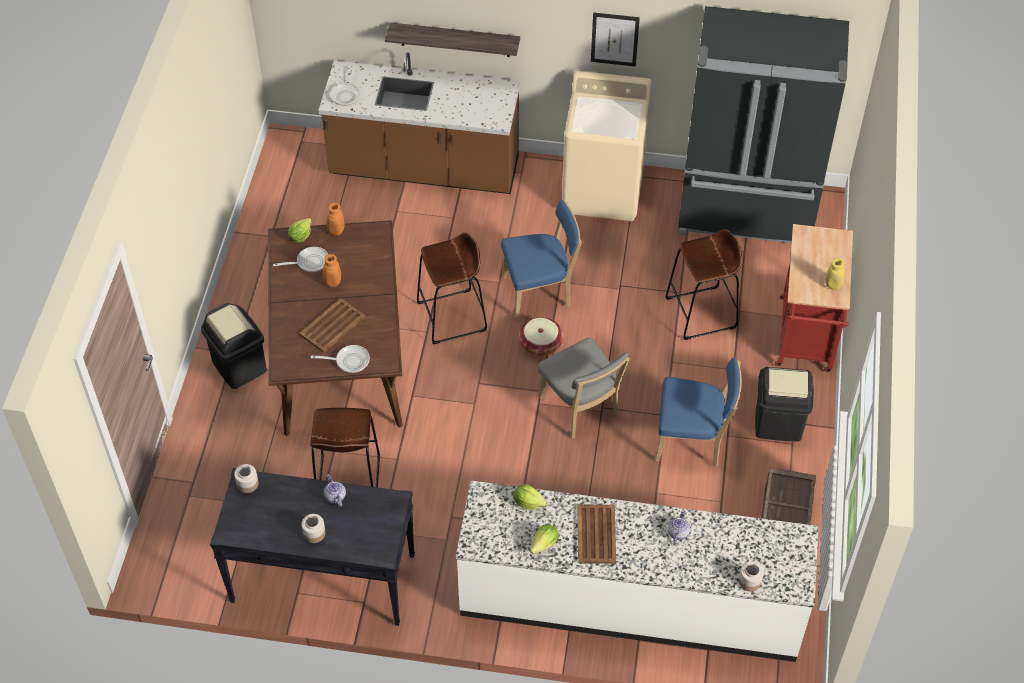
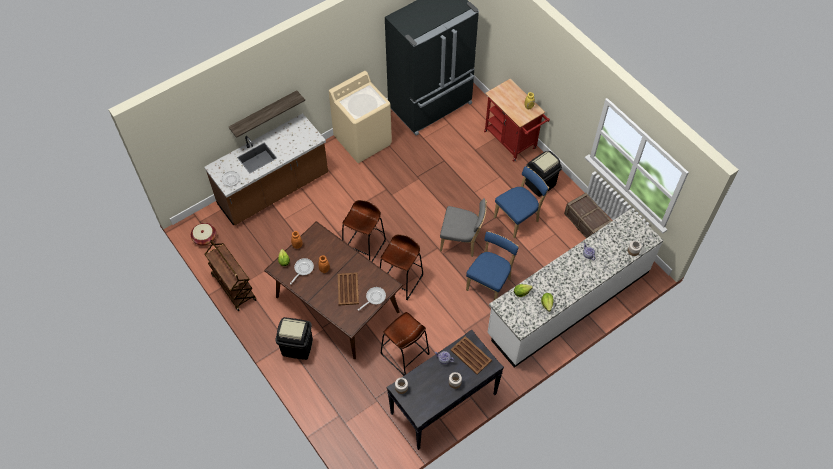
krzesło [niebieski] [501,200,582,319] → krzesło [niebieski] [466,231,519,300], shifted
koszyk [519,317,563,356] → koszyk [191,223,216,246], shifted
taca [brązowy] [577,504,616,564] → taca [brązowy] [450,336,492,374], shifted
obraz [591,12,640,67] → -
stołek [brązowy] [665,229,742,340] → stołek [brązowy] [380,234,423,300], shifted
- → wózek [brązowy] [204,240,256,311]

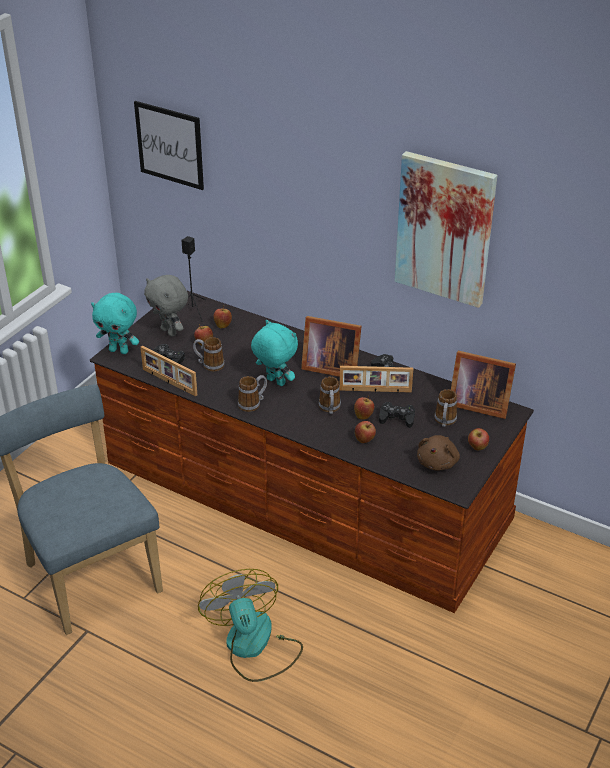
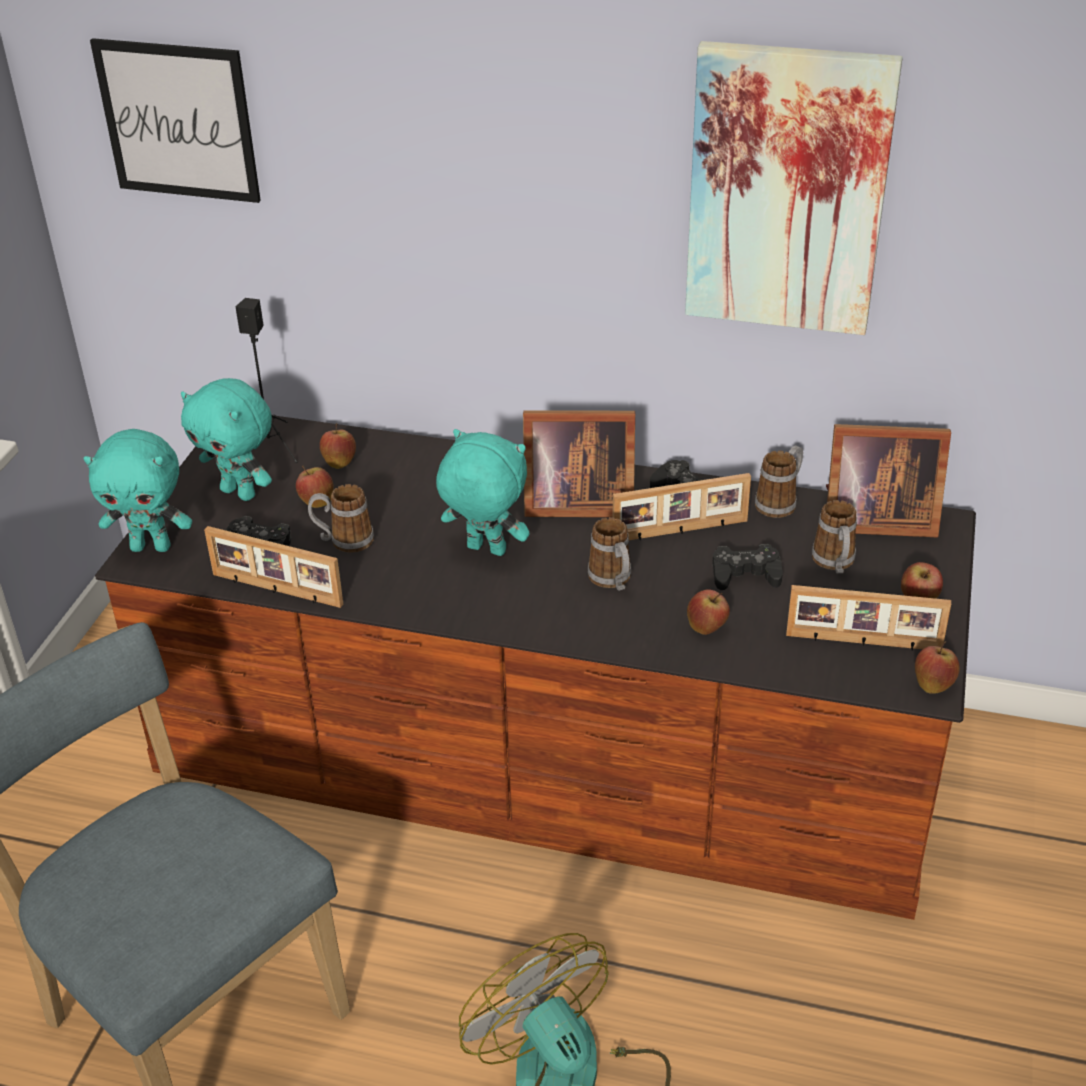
pluszak [szary] [144,275,188,337] → pluszak [turkusowy] [181,378,272,501]
kubek [238,375,267,412] → kubek [755,445,803,518], shifted
jabłko [354,396,374,419] → jabłko [915,641,960,694], shifted
pluszak [brązowy] [417,435,460,471] → ramka na zdjęcie [786,585,951,650]

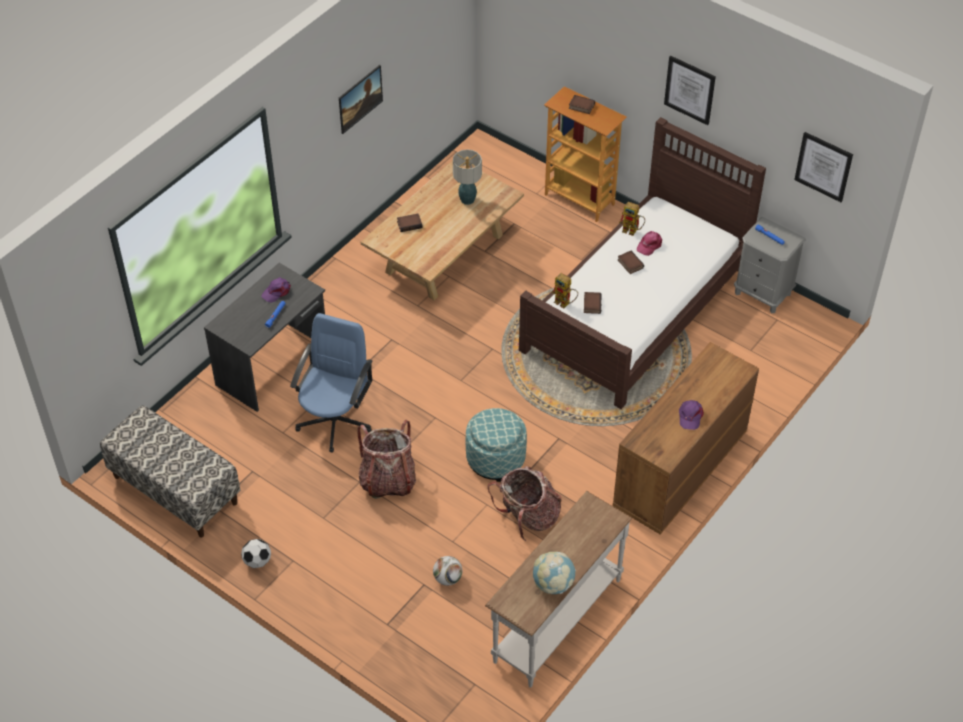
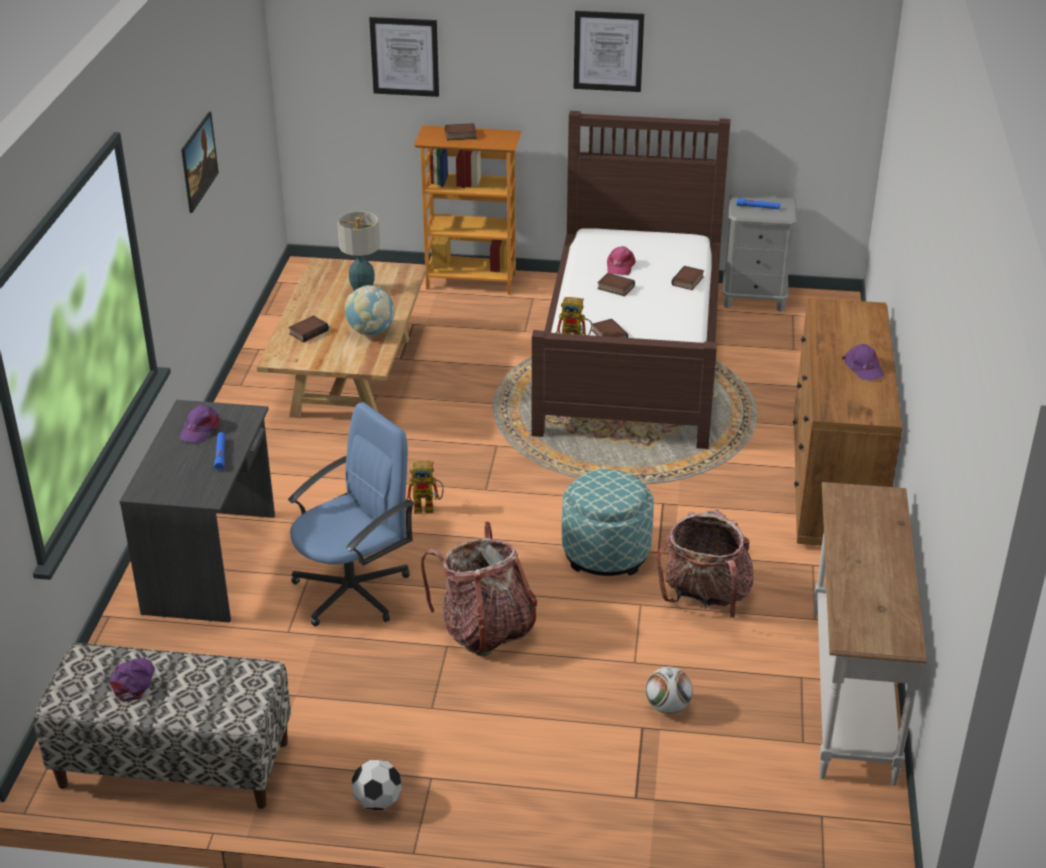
krzesło biurowe [niebieski] [290,313,373,453] → krzesło biurowe [niebieski] [288,402,414,627], 60 degrees clockwise
globus [533,552,576,594] → globus [344,285,395,335], shifted
robot zabawkowy [619,202,645,236] → robot zabawkowy [406,461,443,514], shifted
obraz [794,132,853,202] → obraz [369,17,439,97], shifted
- → czapka z daszkiem [fioletowy] [109,658,155,702]
- → książka [672,266,704,290]

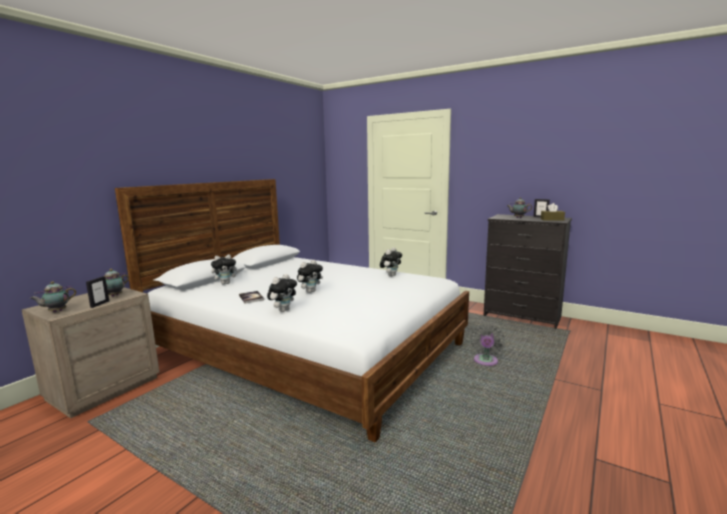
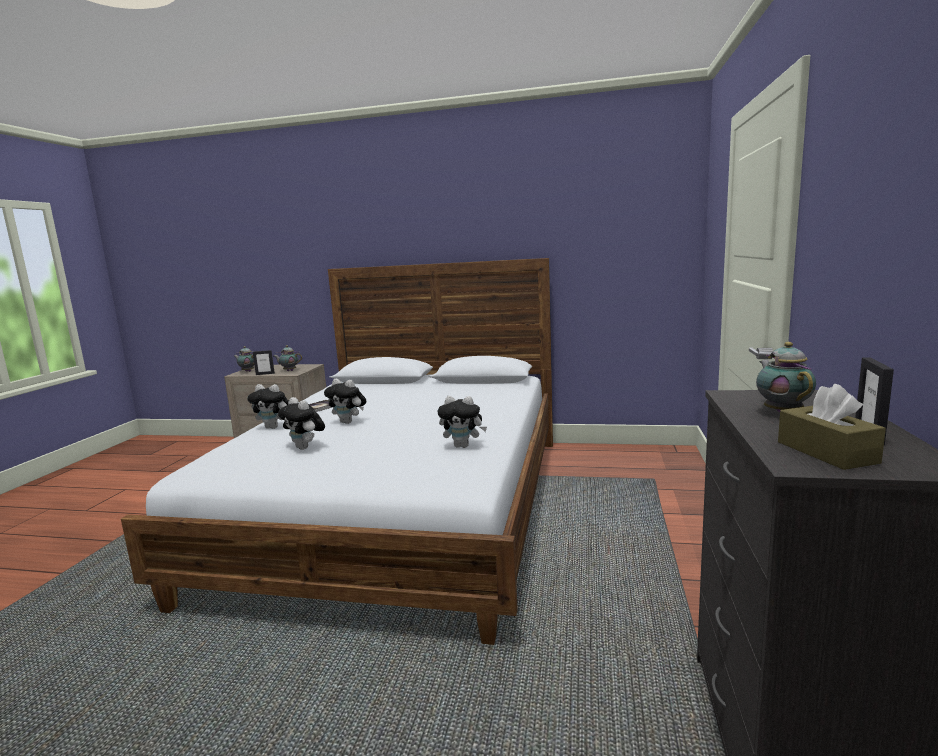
pluszak [211,255,240,285] → pluszak [278,397,325,450], shifted
wentylator [szary] [470,324,505,366] → -

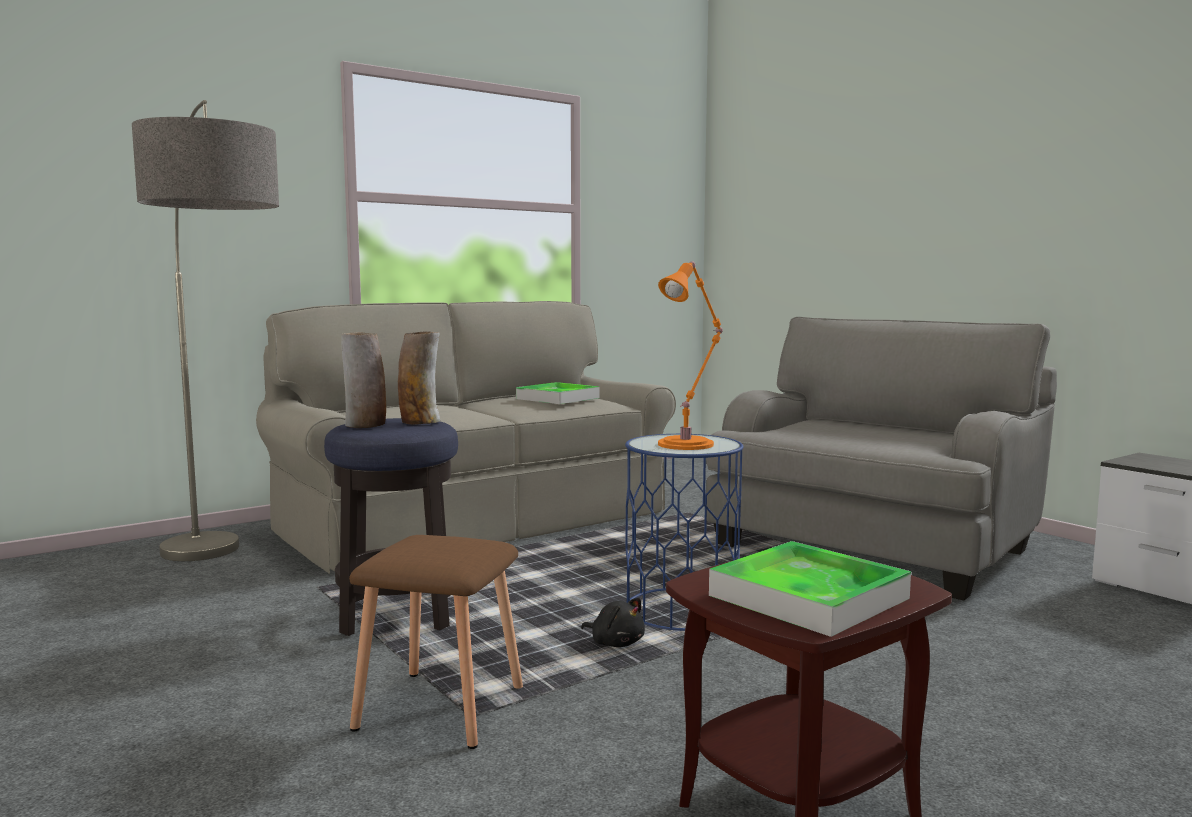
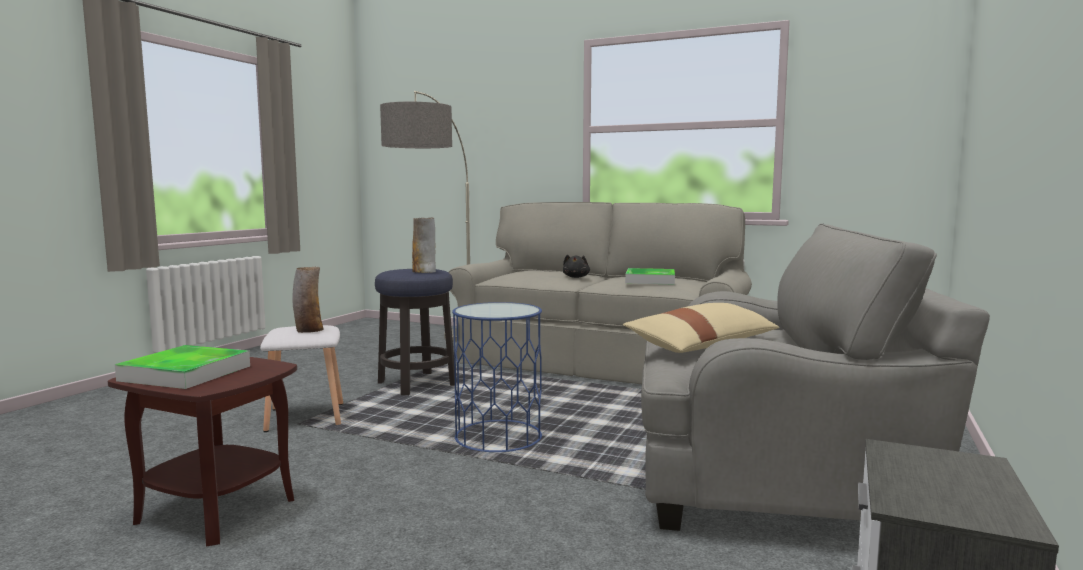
wazon [342,332,386,428] → wazon [293,267,323,333], shifted
stołek [brązowy] [349,535,523,749] → stołek [biały] [260,325,343,432]
pluszak [czarny] [581,598,645,647] → pluszak [czarny] [563,254,590,278], shifted
lampa stołowa [pomarańczowy] [658,261,723,450] → -
- → poduszka [beżowy] [623,303,779,353]

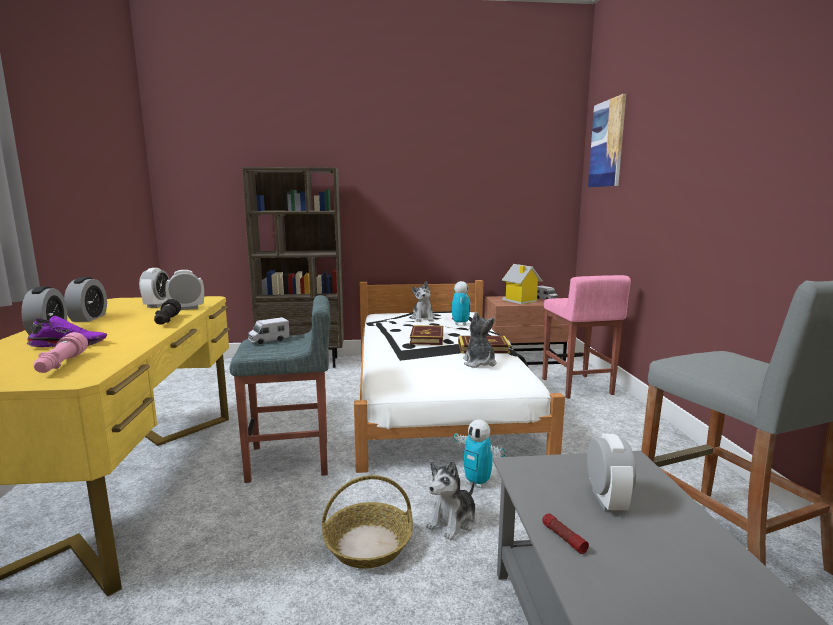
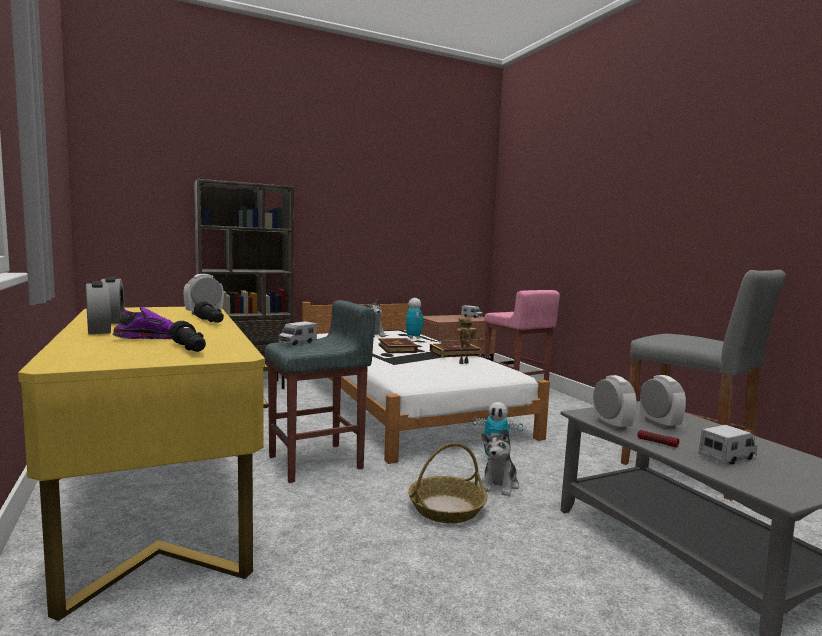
latarka [różowy] [33,332,88,373] → latarka [czarny] [169,321,206,352]
budzik [139,268,170,308] → budzik [593,375,636,431], shifted
pluszak [463,312,496,368] → robot zabawkowy [455,318,477,364]
domek [502,264,542,304] → -
obraz [588,94,626,187] → -
- → ciężarówka zabawkowa [698,425,758,464]

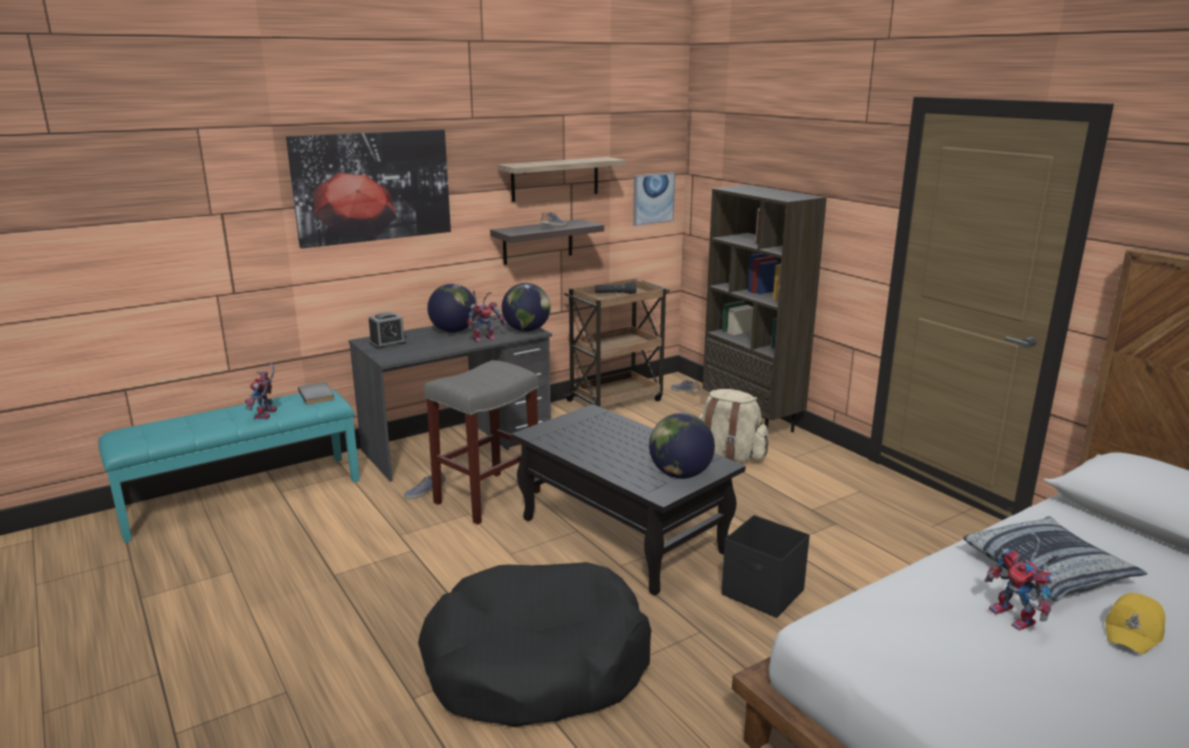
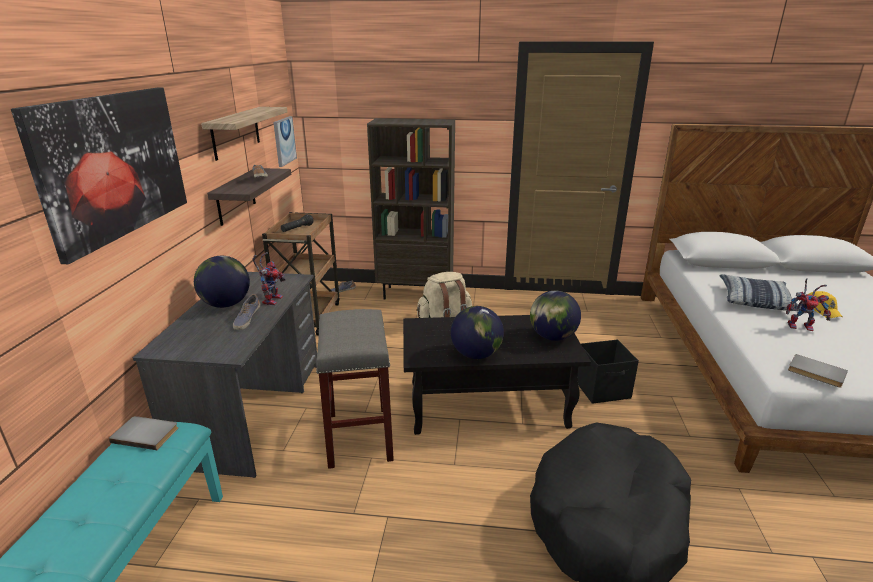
robot zabawkowy [245,361,277,419] → -
budzik [369,312,406,349] → -
but [404,471,447,499] → but [233,294,260,330], shifted
globus [502,283,551,332] → globus [451,306,504,359], shifted
- → książka [szary] [788,354,848,388]

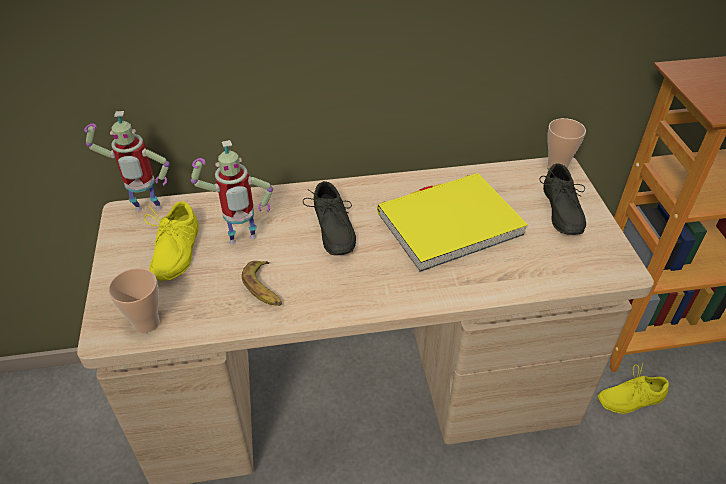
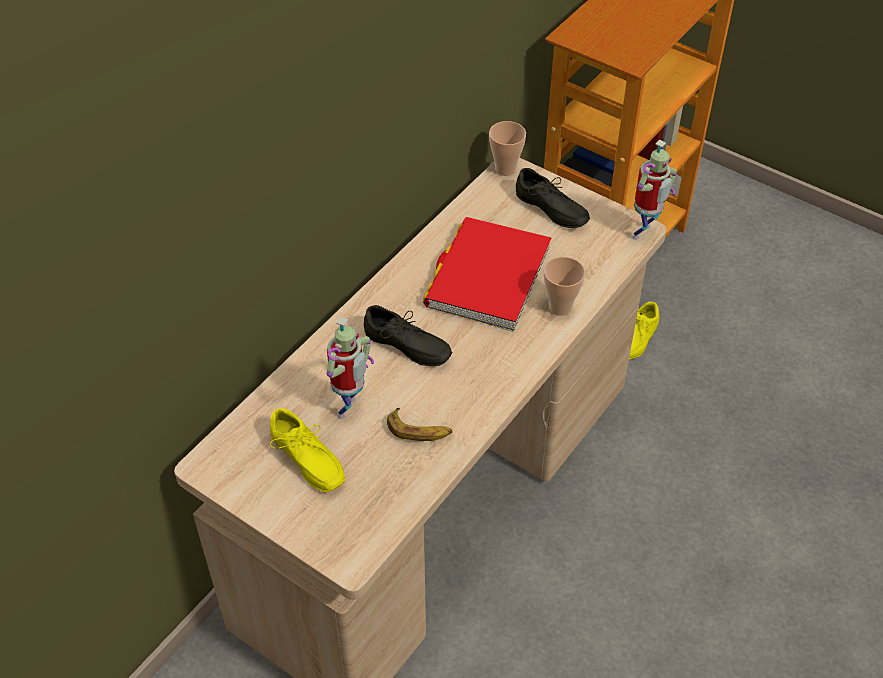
robot zabawkowy [84,111,170,211] → robot zabawkowy [632,140,677,240], shifted
filiżanka [108,268,159,333] → filiżanka [544,257,585,316], shifted
książka [żółty] [377,173,528,272] → książka [czerwony] [423,217,551,332]

